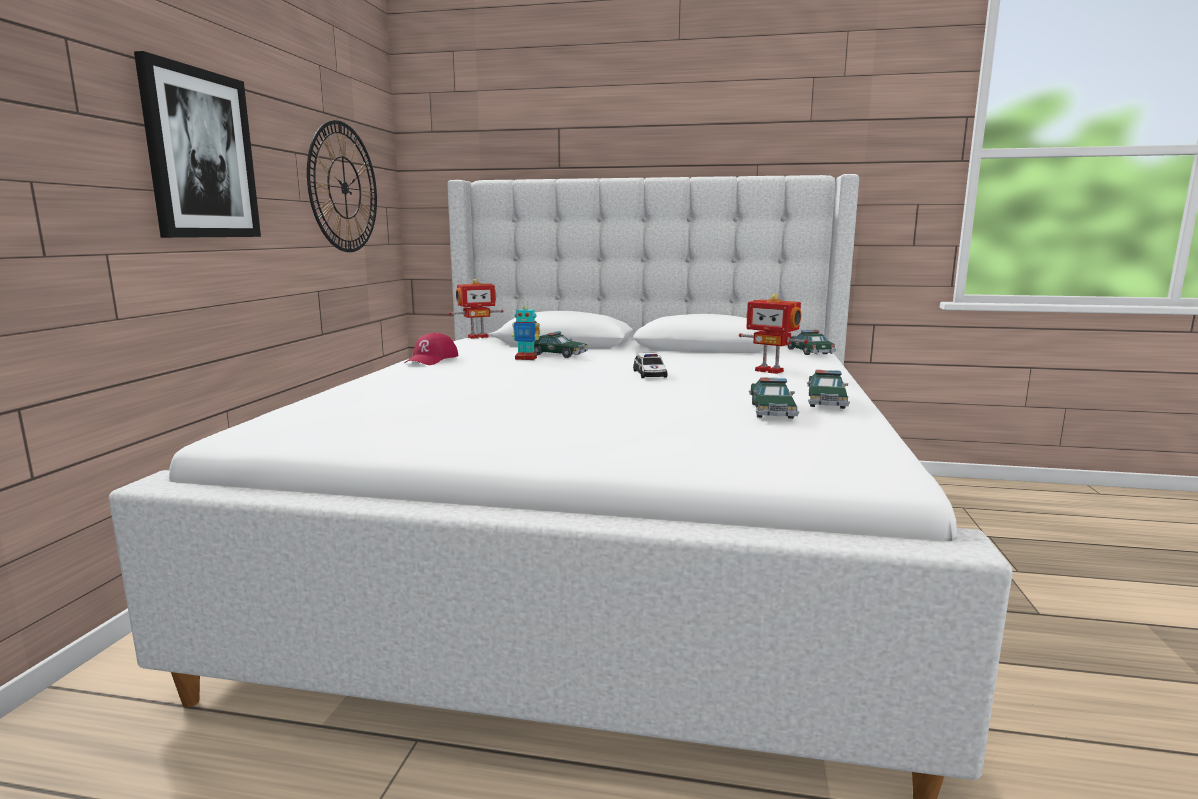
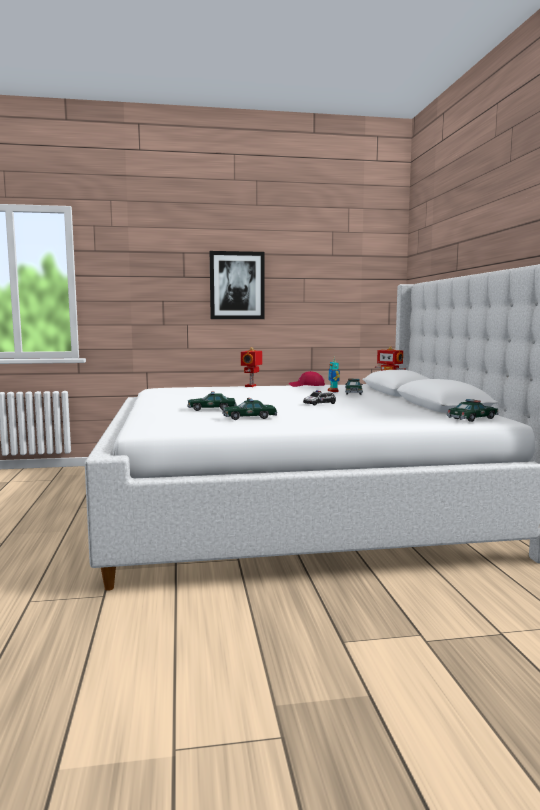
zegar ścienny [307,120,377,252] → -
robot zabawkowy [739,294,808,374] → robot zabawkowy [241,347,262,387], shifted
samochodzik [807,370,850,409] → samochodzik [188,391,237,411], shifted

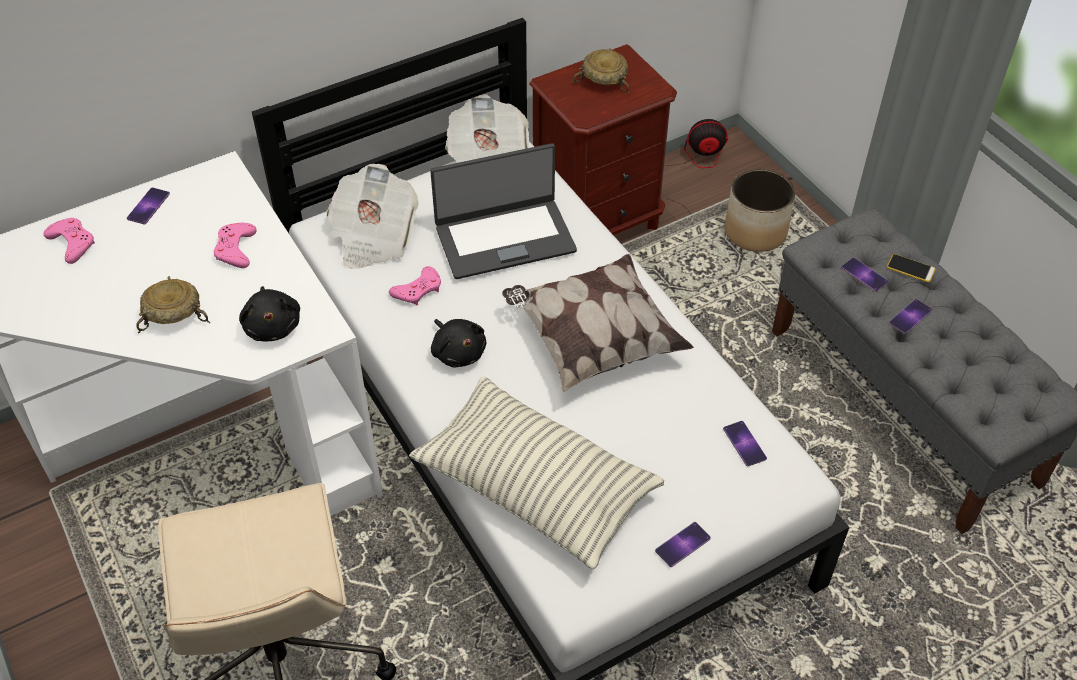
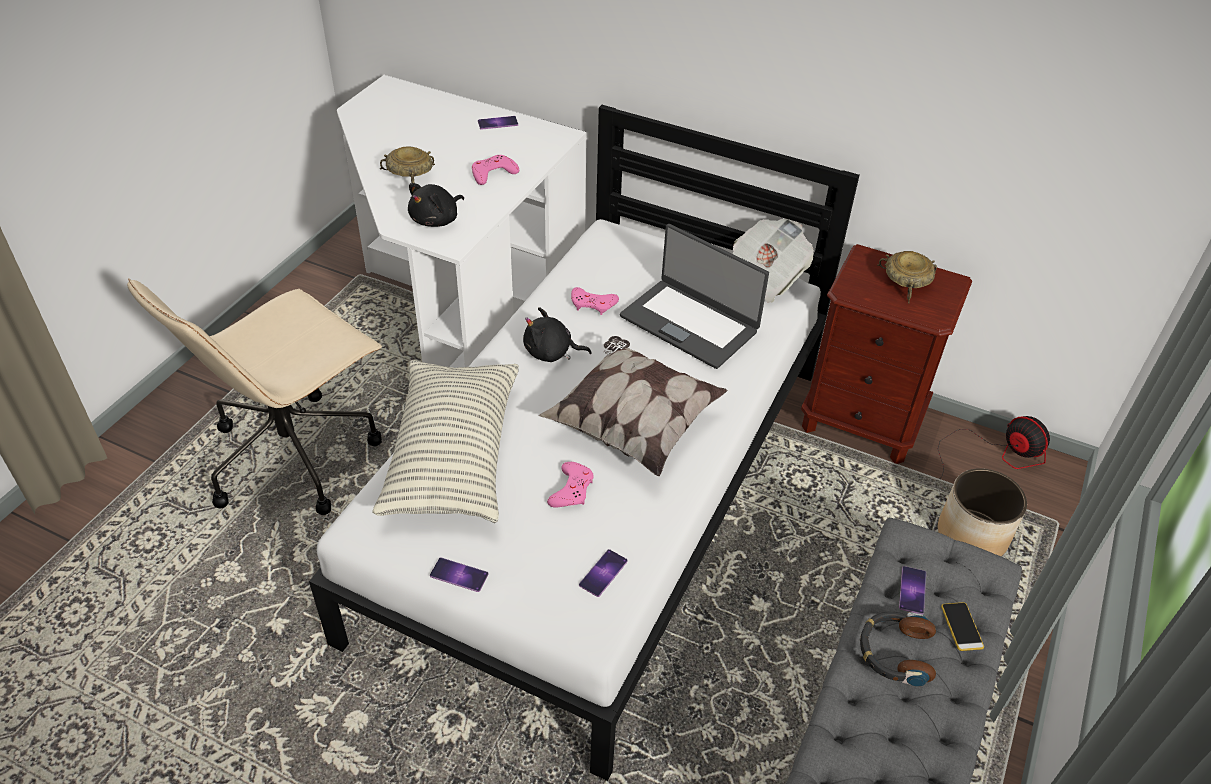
pad do gier [różowy] [44,218,95,264] → pad do gier [różowy] [547,462,594,508], shifted
gazeta [327,164,419,269] → -
pluszak [czarny] [431,319,486,367] → pluszak [czarny] [523,307,592,362], 75 degrees clockwise
telefon [889,299,932,334] → słuchawki [860,612,936,686]

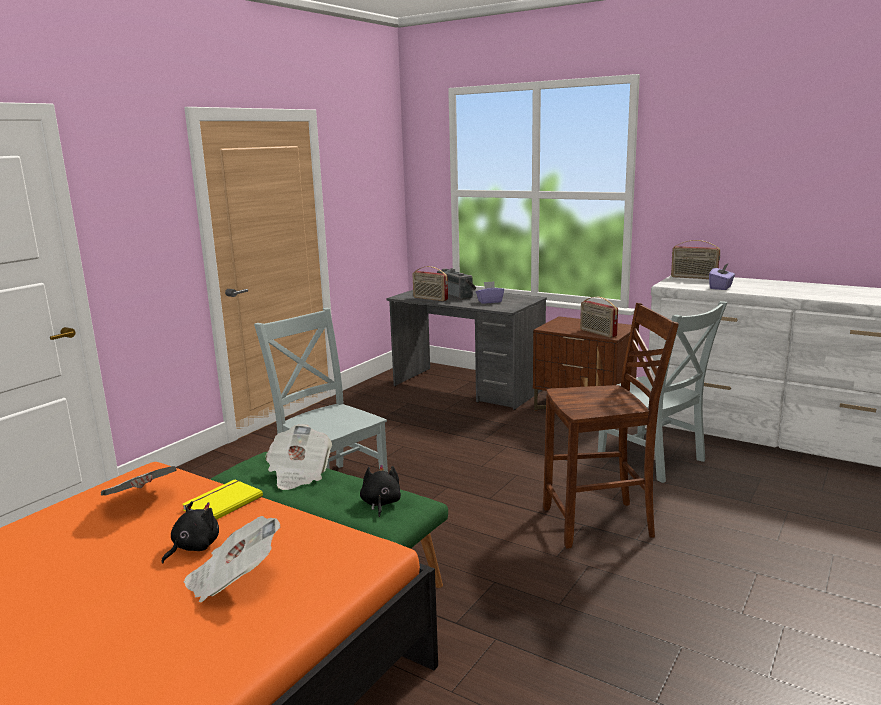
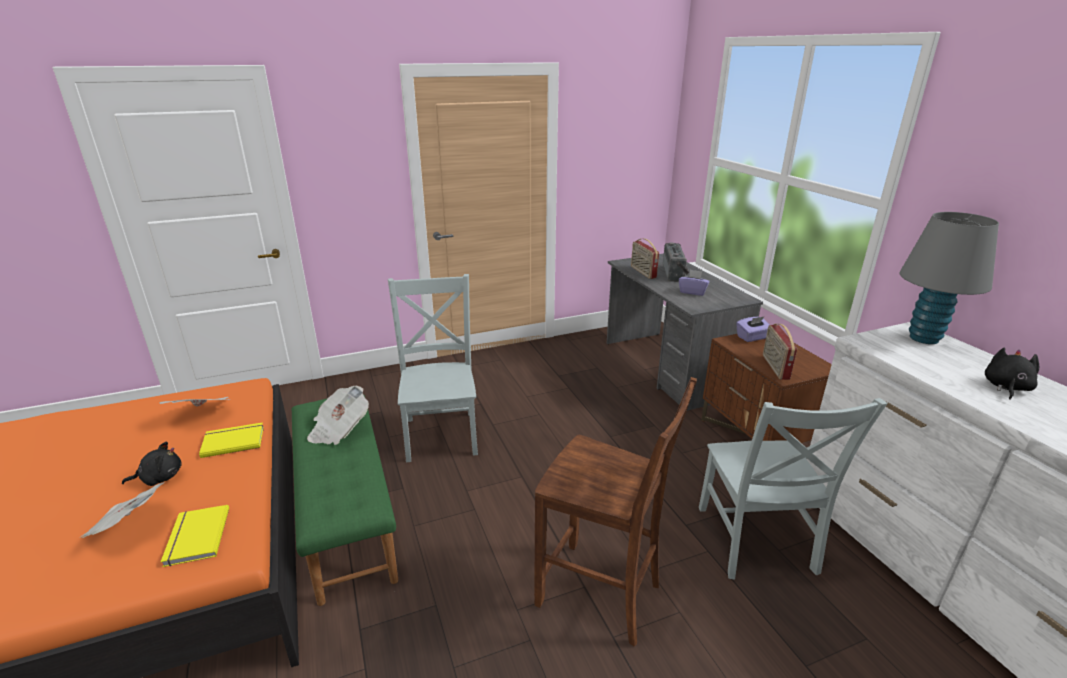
pluszak [czarny] [360,465,401,517] → pluszak [czarny] [985,348,1039,400], shifted
radio [671,240,720,279] → lampa stołowa [szary] [900,212,999,344]
pudełko chusteczek [fioletowy] [709,263,735,290] → pudełko chusteczek [fioletowy] [736,316,770,342], shifted
- → książka [żółty] [161,505,229,567]

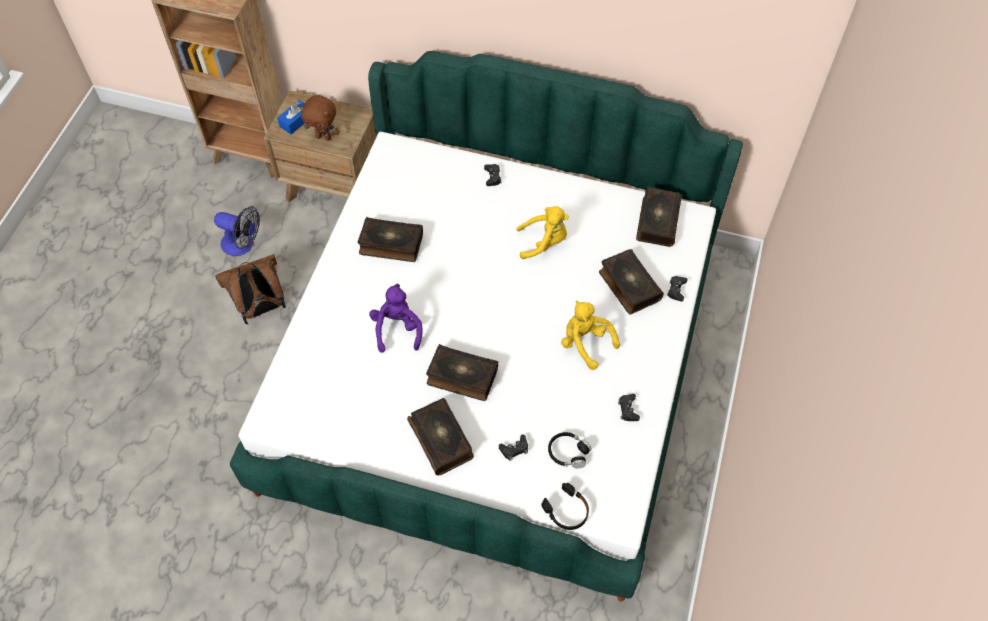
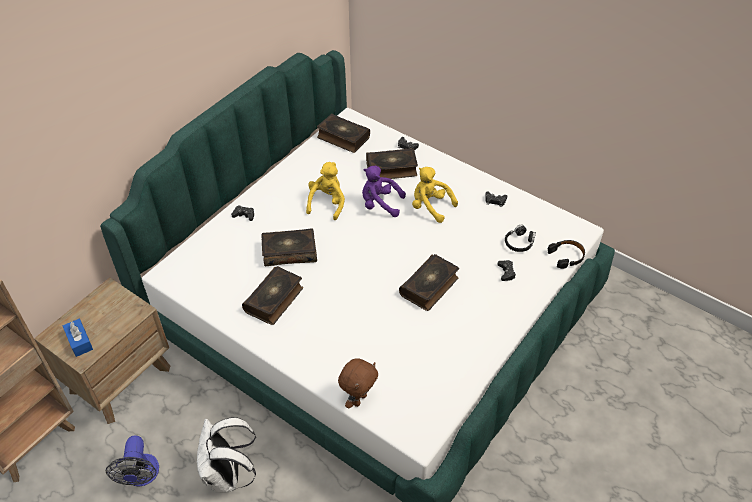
wentylator [214,206,260,256] → wentylator [106,435,159,487], 135 degrees clockwise
plecak [brązowy] [215,254,286,324] → plecak [biały] [197,417,256,493]
pluszak [brązowy] [300,95,340,141] → pluszak [brązowy] [338,358,378,408], shifted
pluszak [fioletowy] [369,283,423,353] → pluszak [fioletowy] [362,166,406,217], shifted
książka [407,398,474,475] → książka [262,228,317,266], shifted
pluszak [żółty] [561,300,620,370] → pluszak [żółty] [412,167,458,223], 60 degrees clockwise

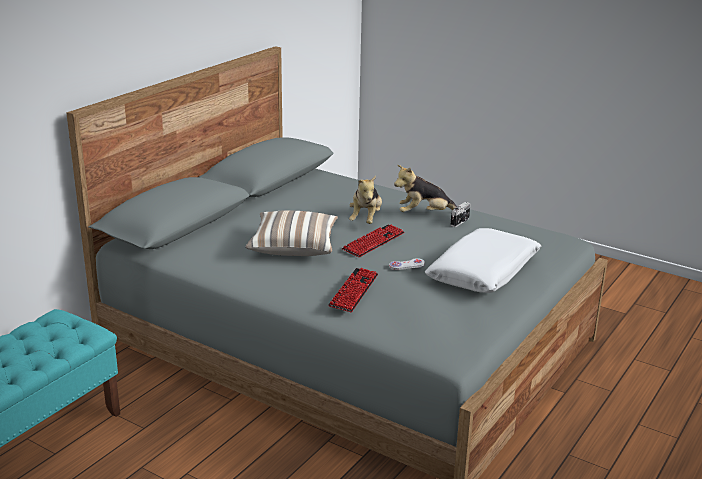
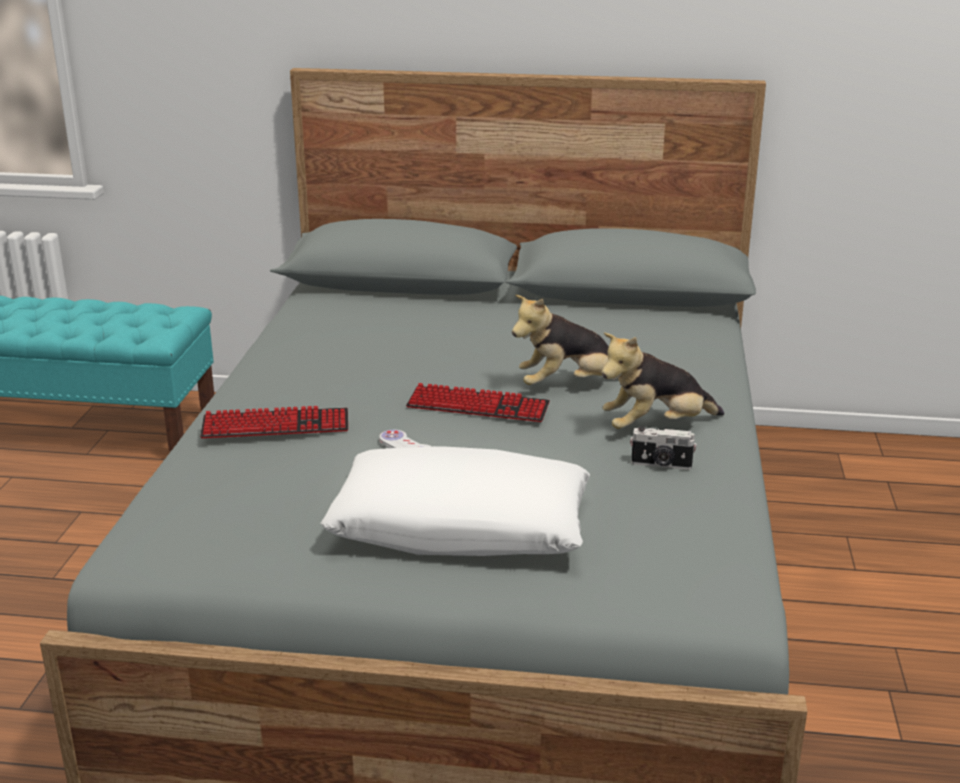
poduszka [246,210,338,256] → -
pluszak [394,165,457,212] → pluszak [601,333,724,429], 75 degrees counterclockwise

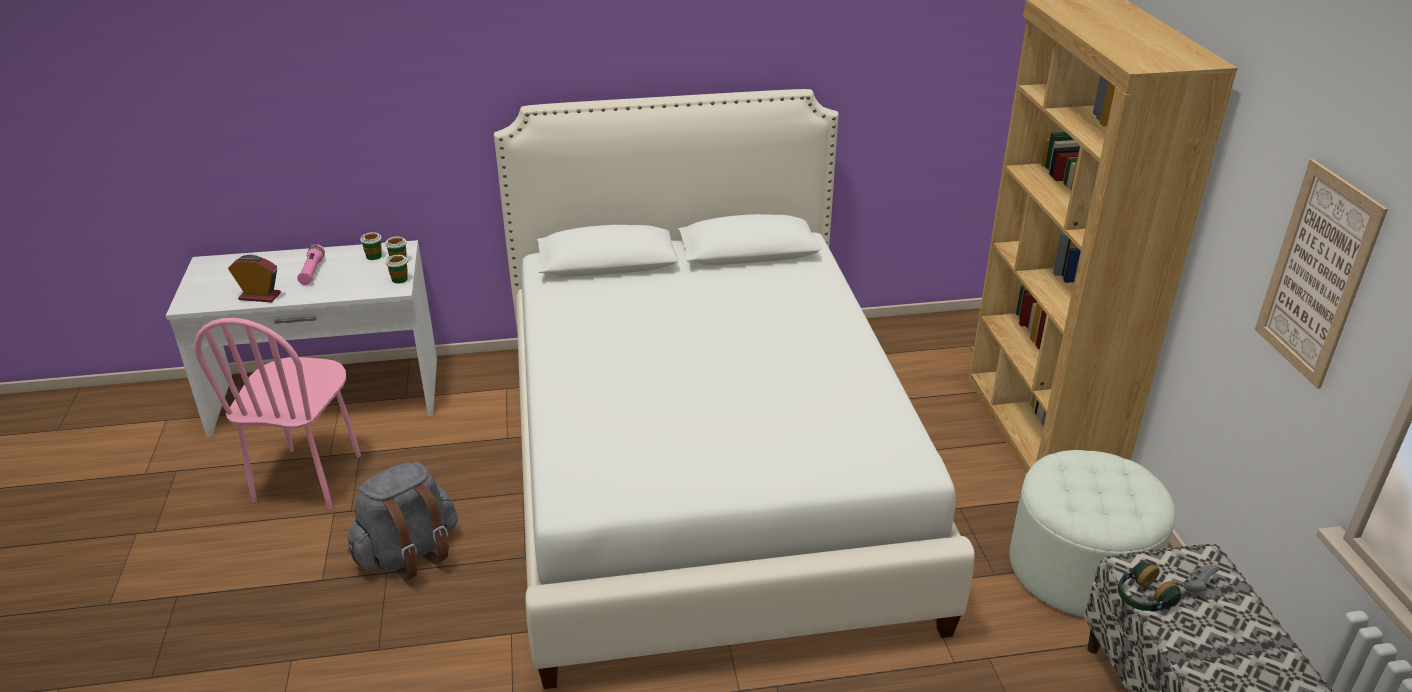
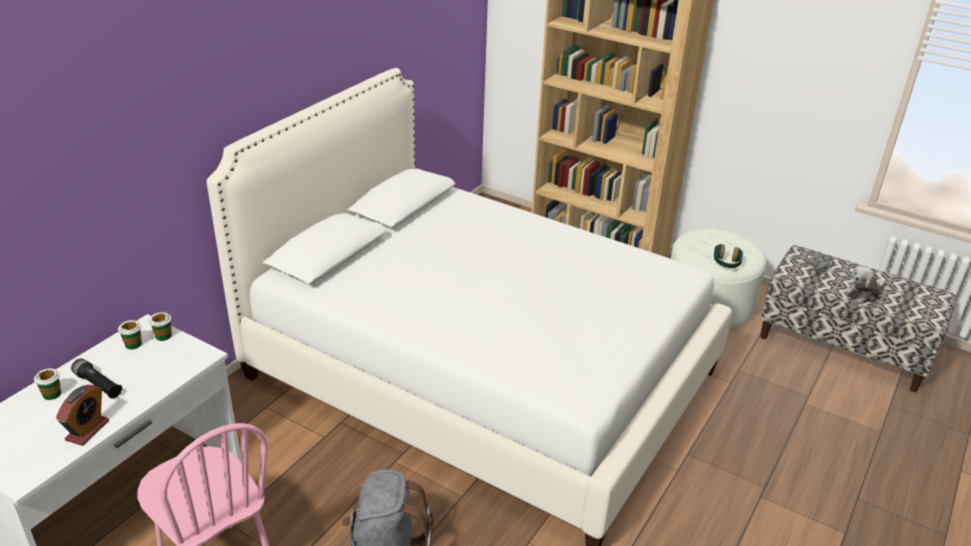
budzik [228,255,281,302] → budzik [56,385,109,446], 150 degrees clockwise
latarka [różowy] [297,244,325,285] → latarka [czarny] [71,358,123,398]
filiżanka [386,255,408,284] → filiżanka [34,368,61,400], shifted
słuchawki [1118,562,1181,612] → słuchawki [714,244,743,268], shifted
obraz [1255,159,1388,389] → -
- → pluszak [847,266,887,304]

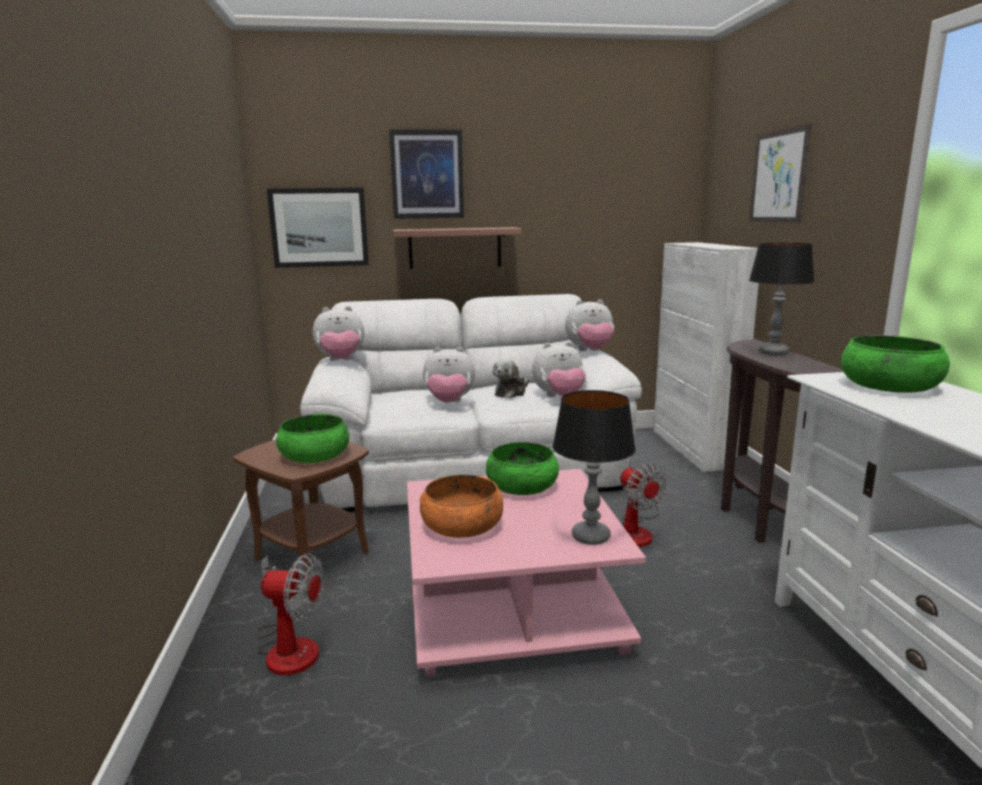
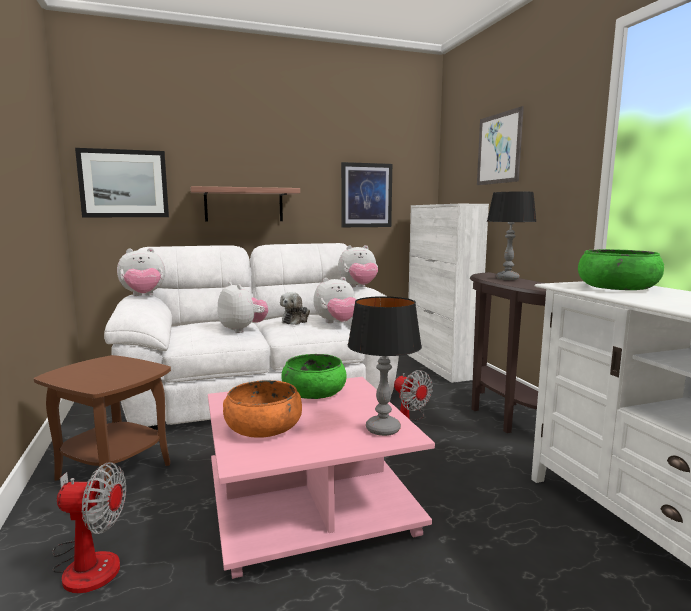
miska [zielony] [276,414,349,463] → -
obraz [389,129,464,219] → obraz [341,162,392,227], shifted
pluszak [423,347,475,403] → pluszak [218,282,268,333], 120 degrees counterclockwise

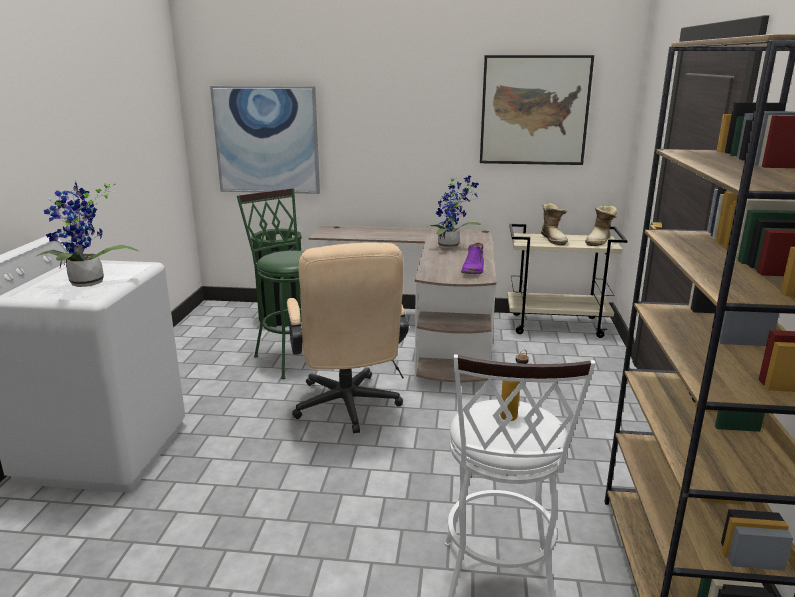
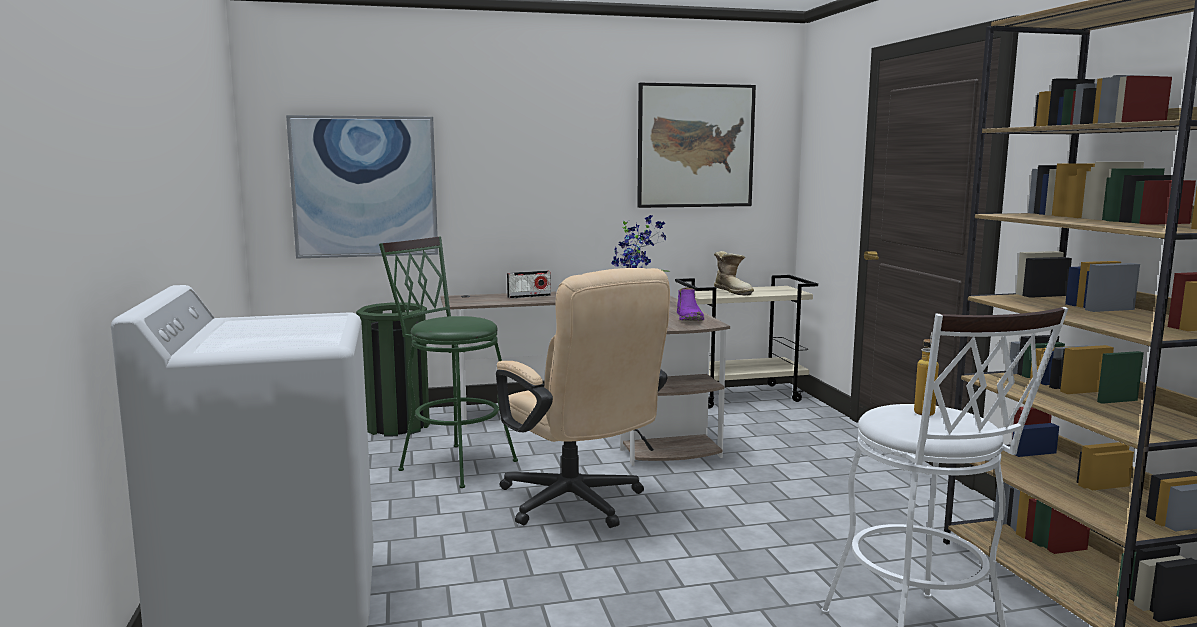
roślina doniczkowa [37,181,139,287] → -
but z cholewką [585,205,617,246] → -
- → radio [507,271,551,299]

